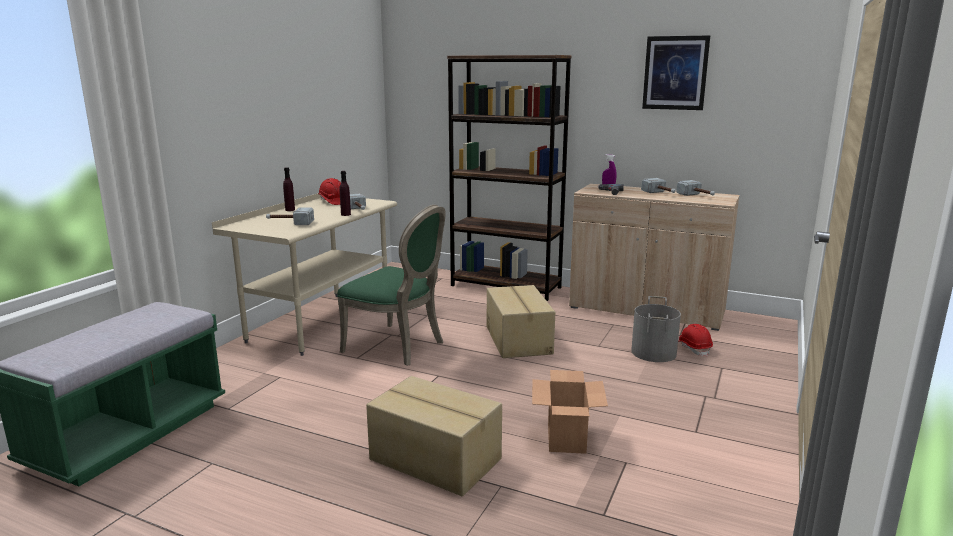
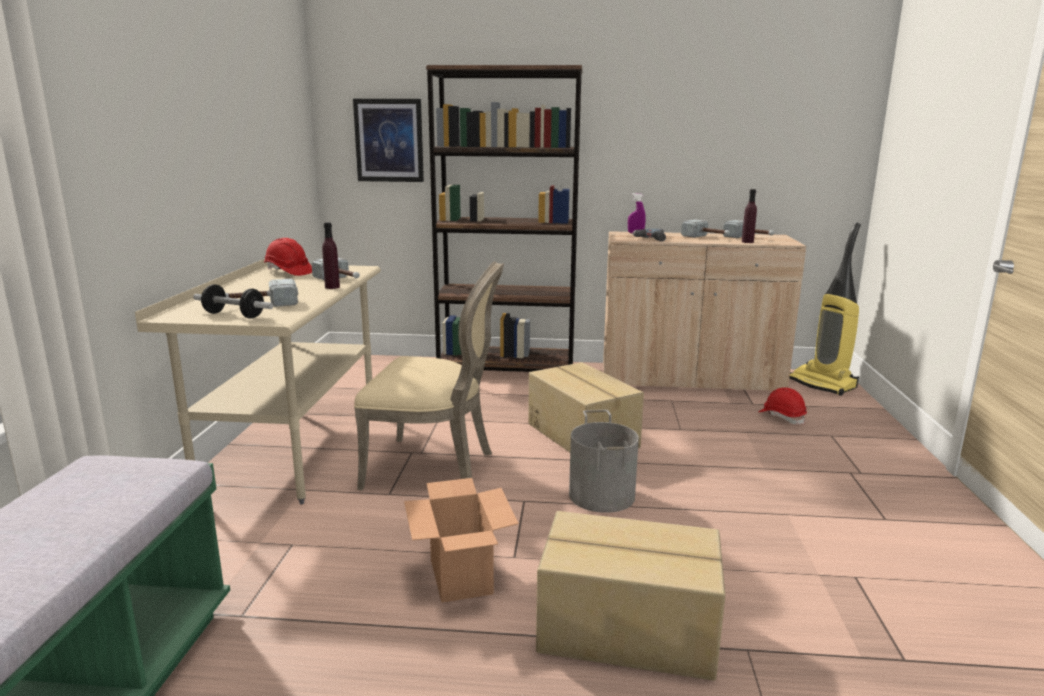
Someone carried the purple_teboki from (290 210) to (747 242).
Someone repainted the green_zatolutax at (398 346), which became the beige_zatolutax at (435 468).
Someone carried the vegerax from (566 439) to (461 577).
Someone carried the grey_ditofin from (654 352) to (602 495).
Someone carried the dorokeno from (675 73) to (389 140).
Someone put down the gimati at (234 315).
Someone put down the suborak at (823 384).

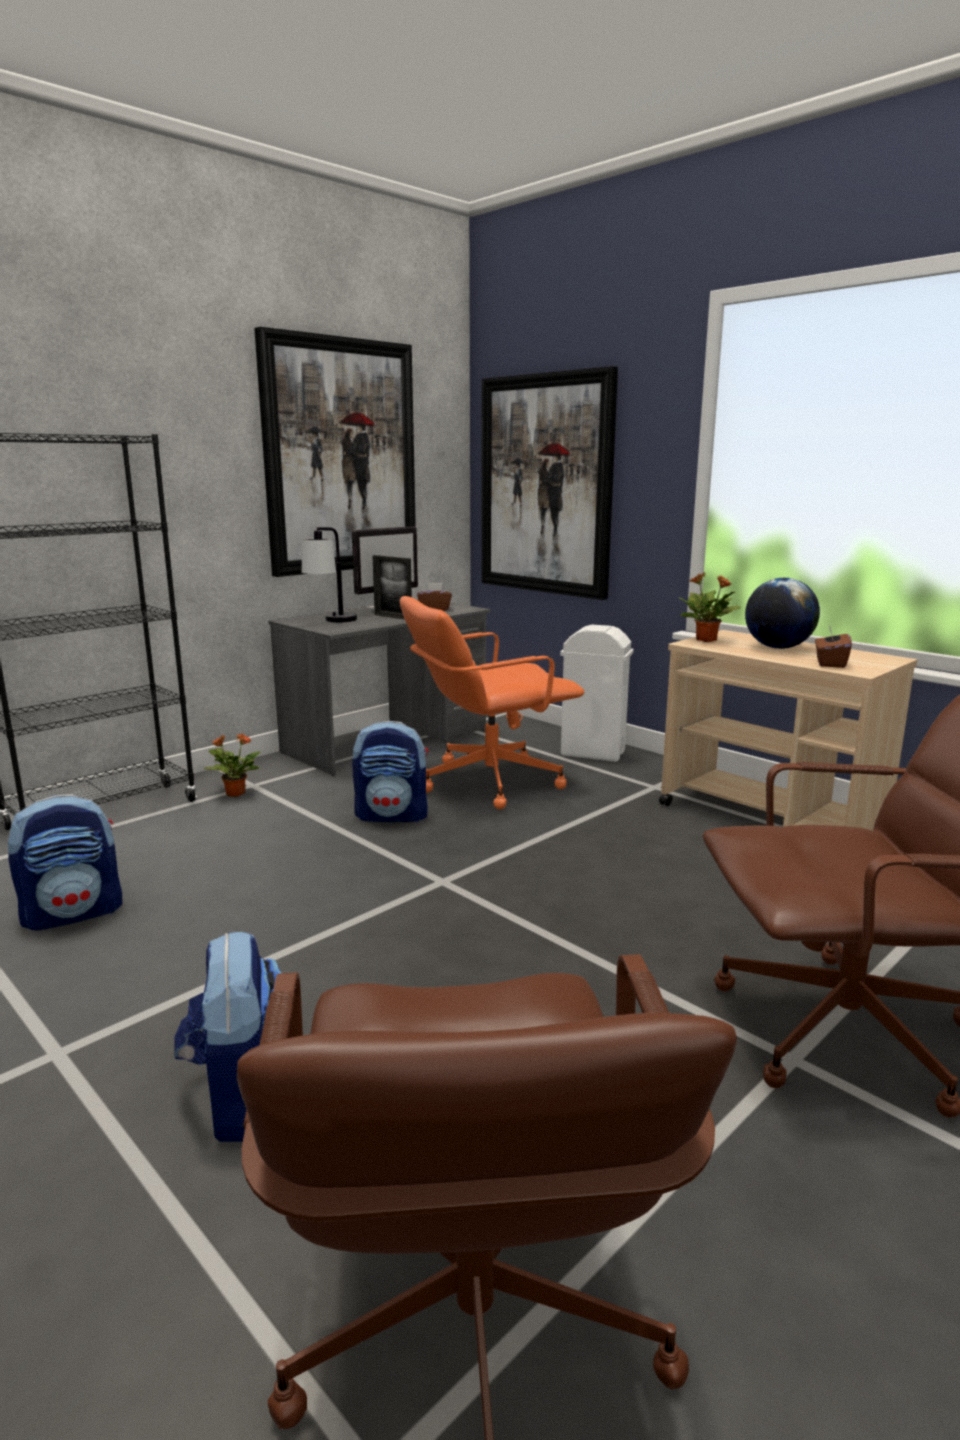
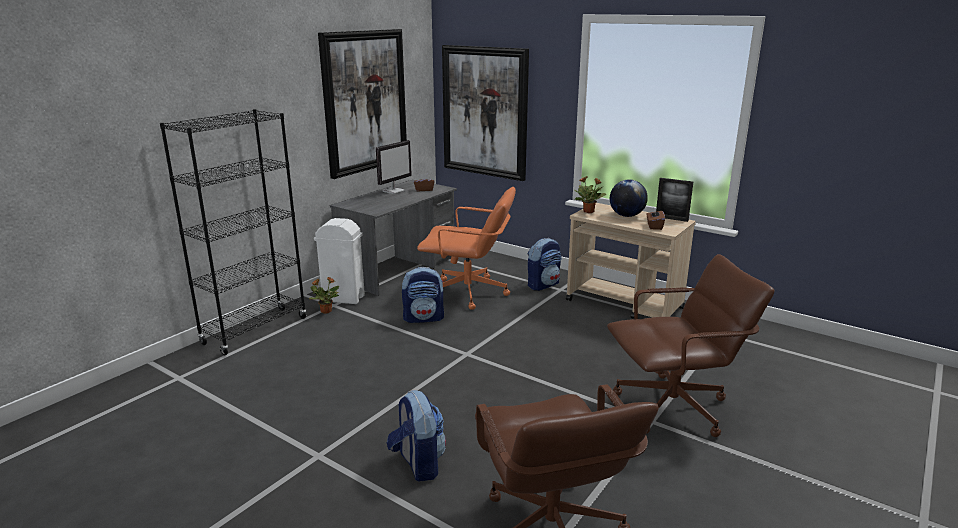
Someone carried the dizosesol from (74 913) to (543 285).
Someone took away the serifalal at (332 622).
Someone carried the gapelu from (393 617) to (671 218).
Someone rotated the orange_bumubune at (488 782) by 135 degrees counterclockwise.
Someone carried the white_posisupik from (592 753) to (343 298).

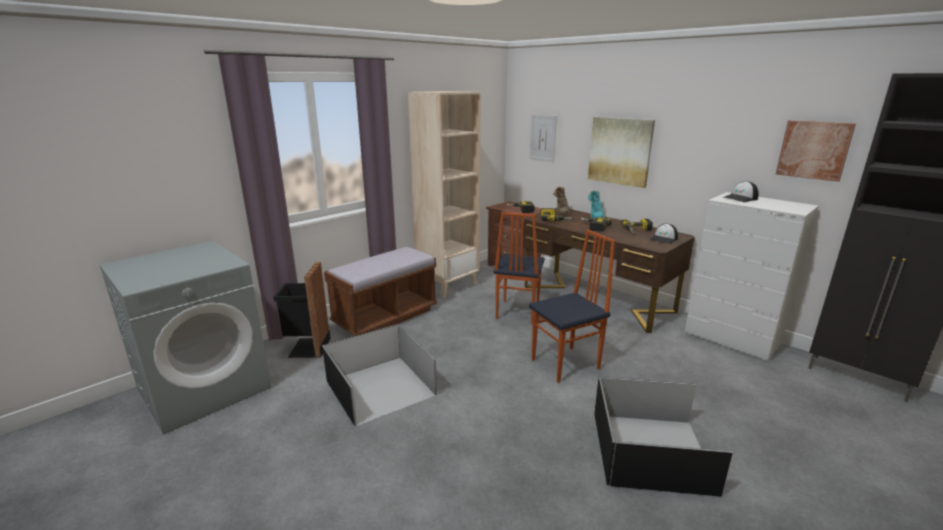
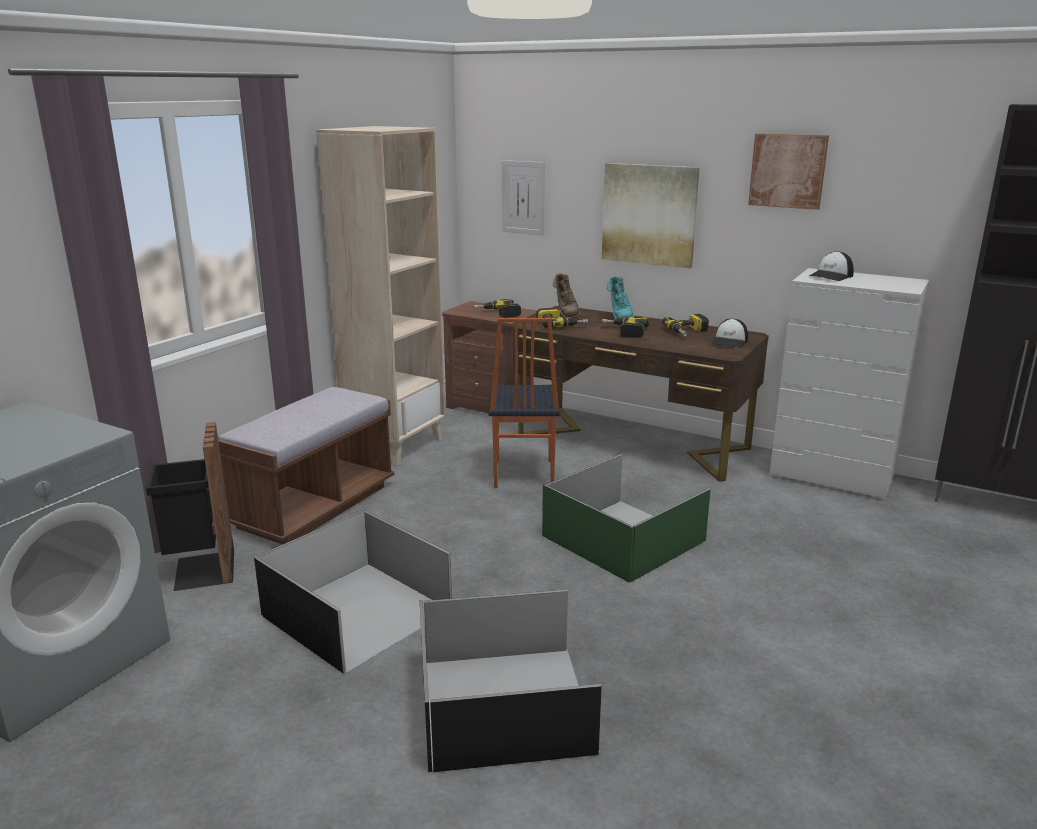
Someone swapped the zatolutax at (566 364) for the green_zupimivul at (625 539).
Someone carried the black_zupimivul from (651 452) to (505 707).
Someone carried the dorokeno from (814 150) to (788 171).

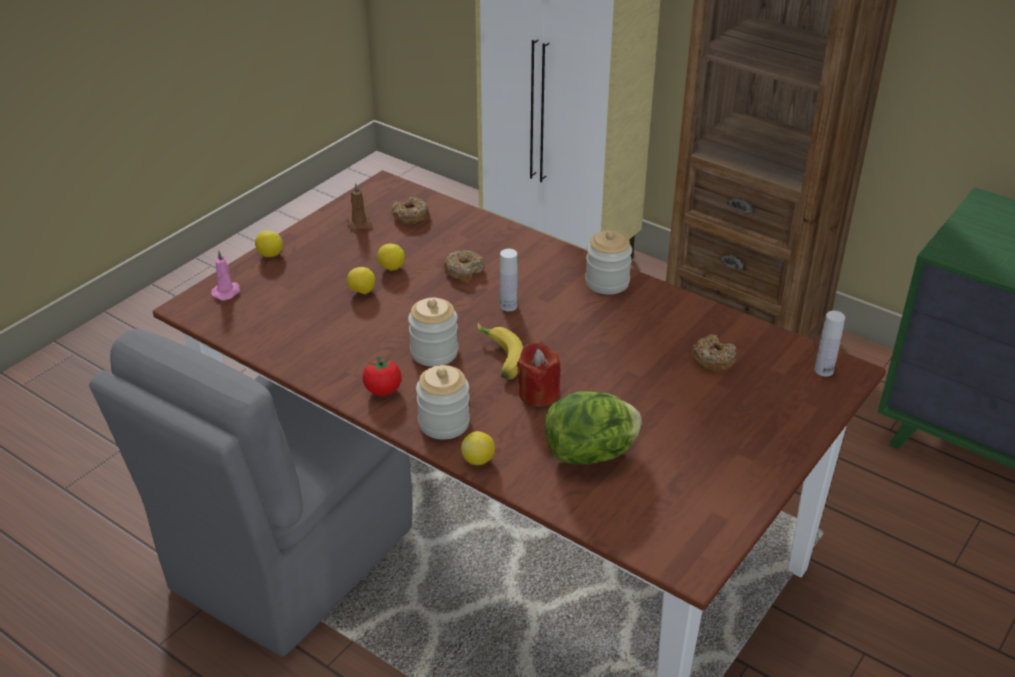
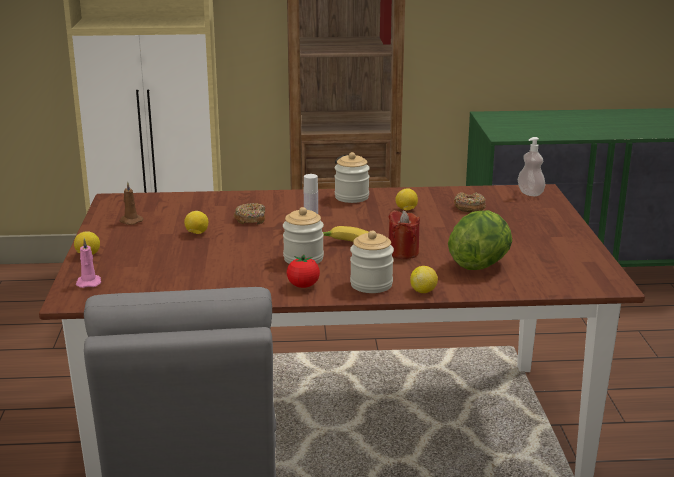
Someone carried the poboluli from (361 292) to (406 210).
Someone took away the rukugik at (410 217).
Someone swapped the white_teboki at (824 370) for the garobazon at (530 193).

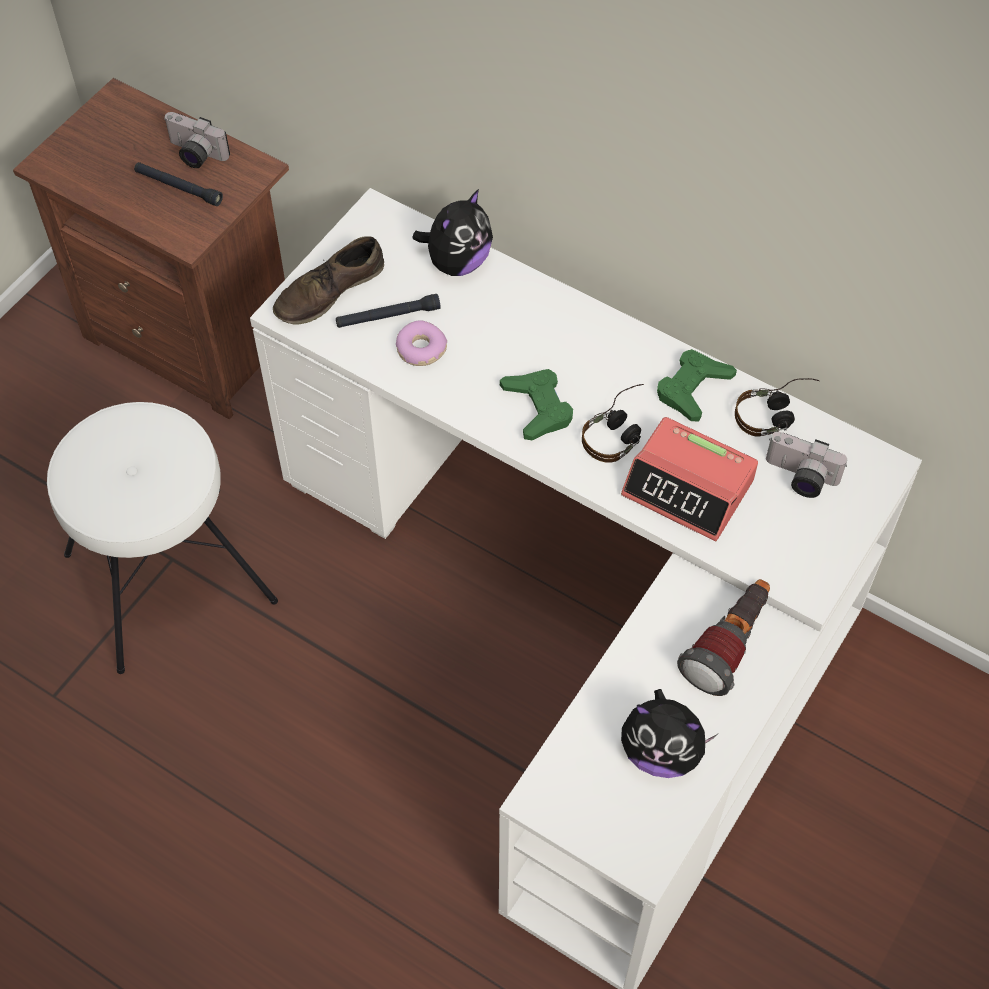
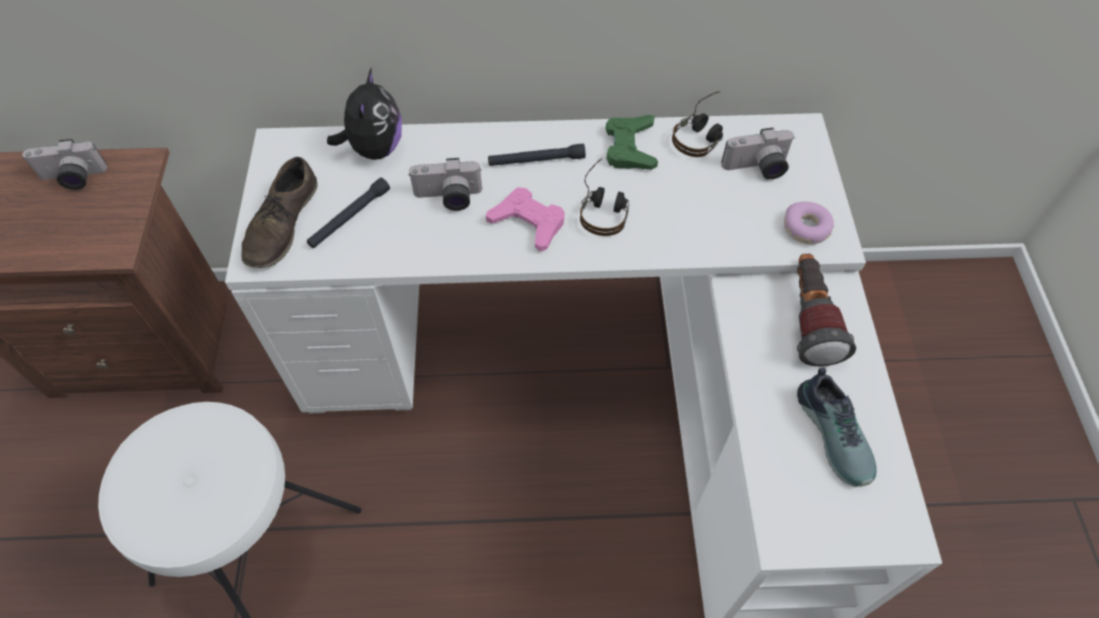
Someone carried the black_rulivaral from (178 188) to (536 161).
Someone carried the rukugik from (420 349) to (806 228).
Someone repainted the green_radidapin at (538 407), which became the pink_radidapin at (528 222).
Someone took away the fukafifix at (688 488).
Someone swapped the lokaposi at (661 751) for the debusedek at (836 433).
Someone put down the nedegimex at (448 198).

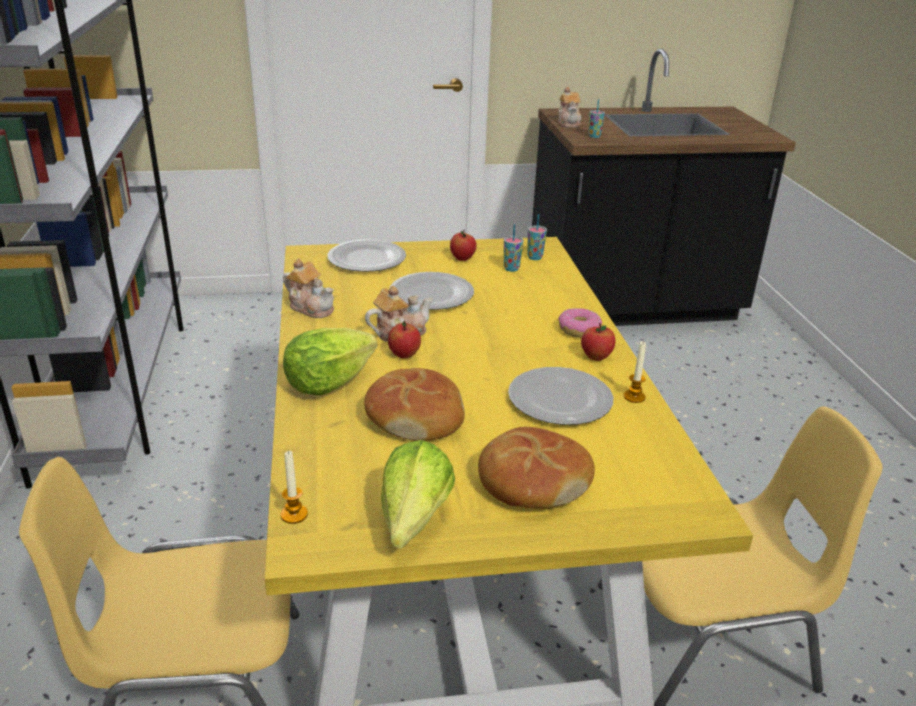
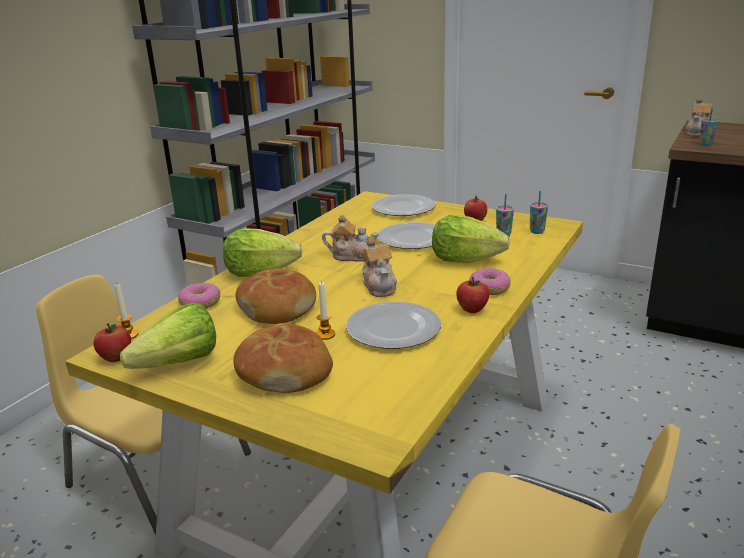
Someone carried the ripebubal from (311 307) to (380 286).
Someone carried the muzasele from (404 354) to (116 358).
Someone carried the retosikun from (634 397) to (325 334).
Someone put down the rukugik at (200 303).
Someone put down the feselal at (465 260).

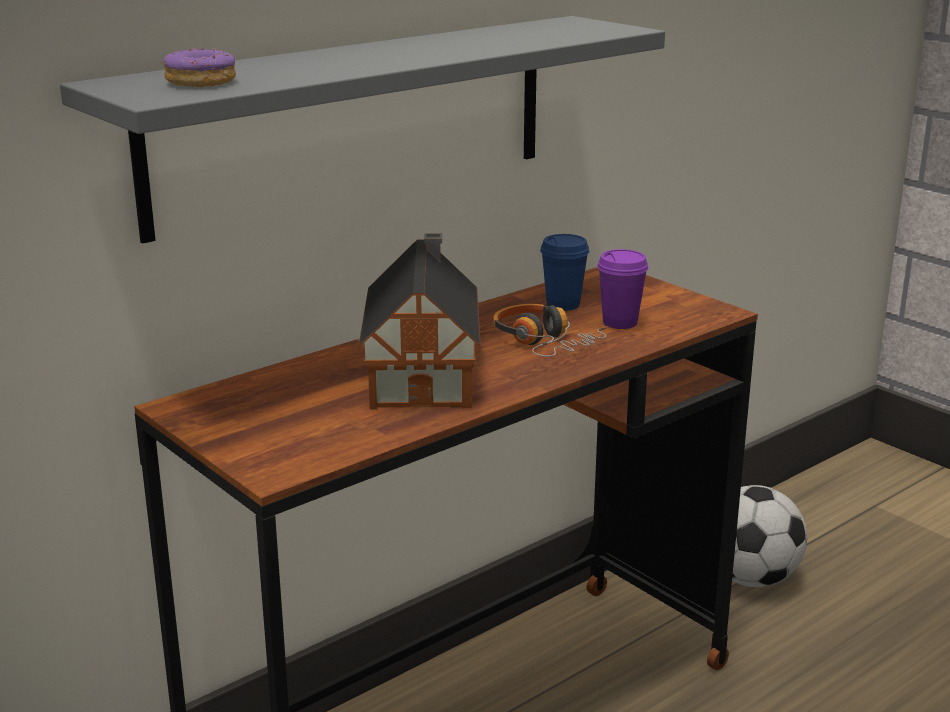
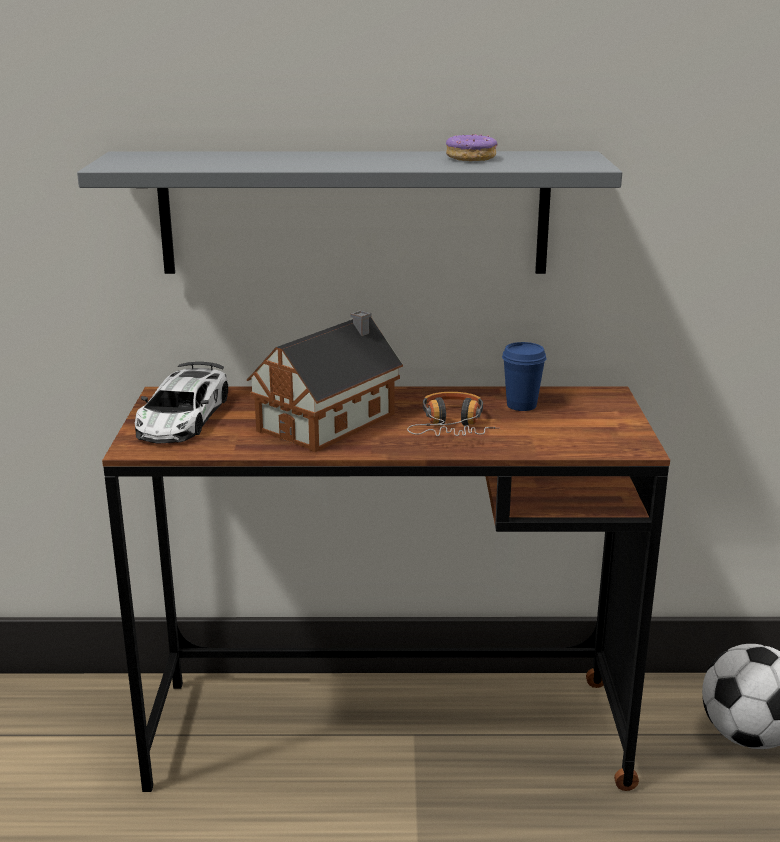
Someone carried the rukugik from (201 82) to (471 158).
Someone took away the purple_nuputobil at (620 322).
Someone put down the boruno at (183 417).

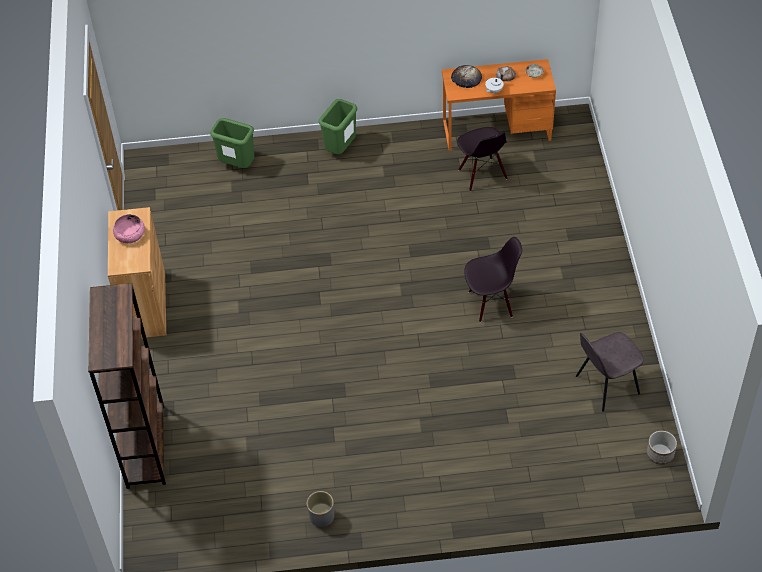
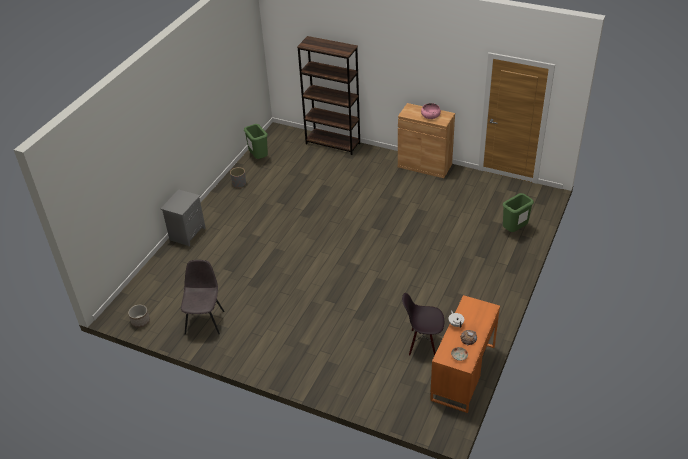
Someone carried the green_posisupik from (341 149) to (258 158).
Someone took away the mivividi at (466 78).
Someone took away the black_zatolutax at (490 303).
Someone put down the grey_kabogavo at (187 233).

